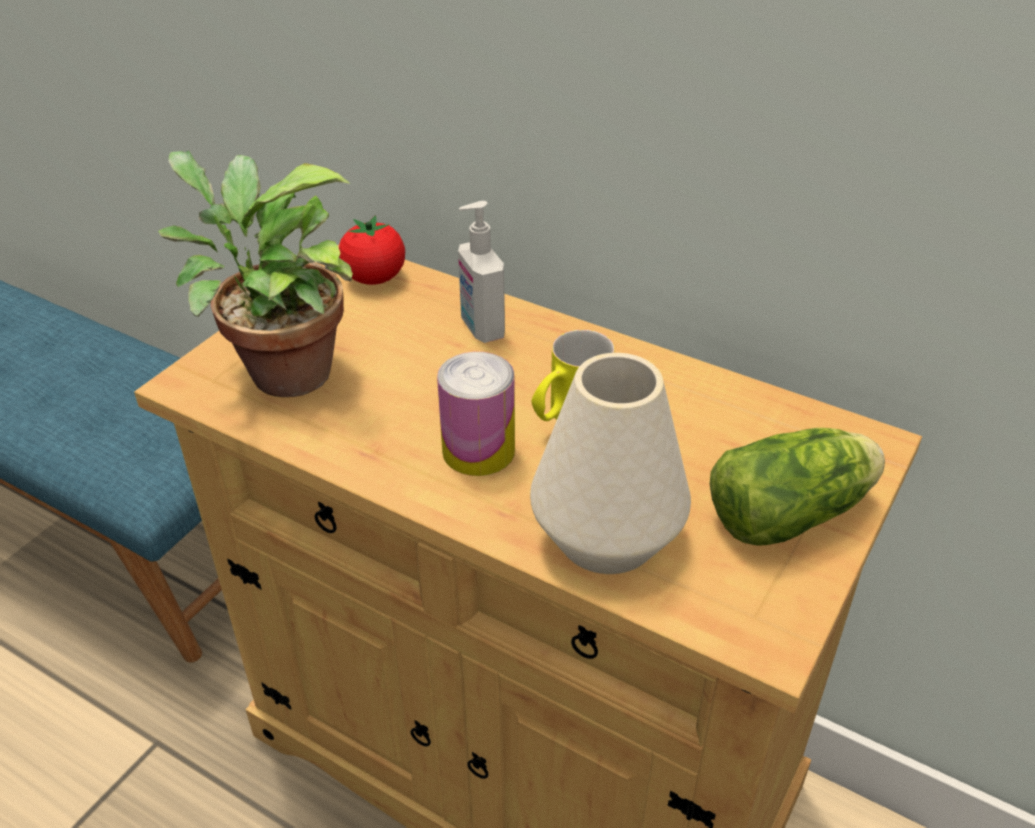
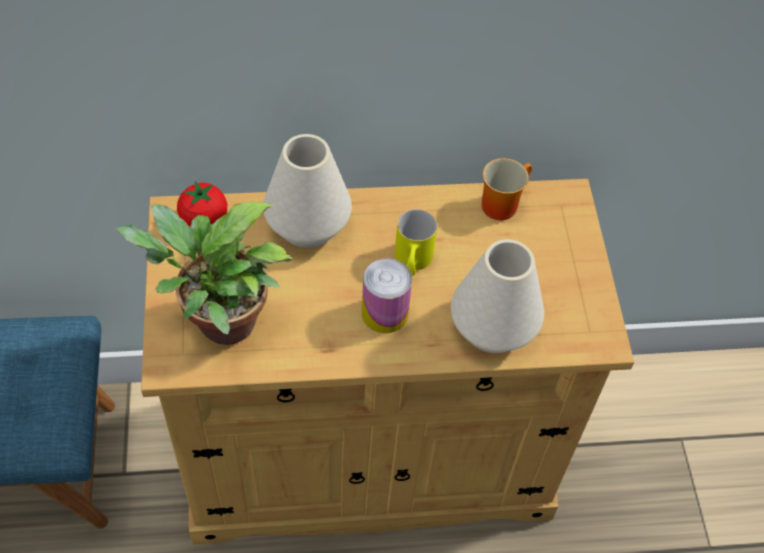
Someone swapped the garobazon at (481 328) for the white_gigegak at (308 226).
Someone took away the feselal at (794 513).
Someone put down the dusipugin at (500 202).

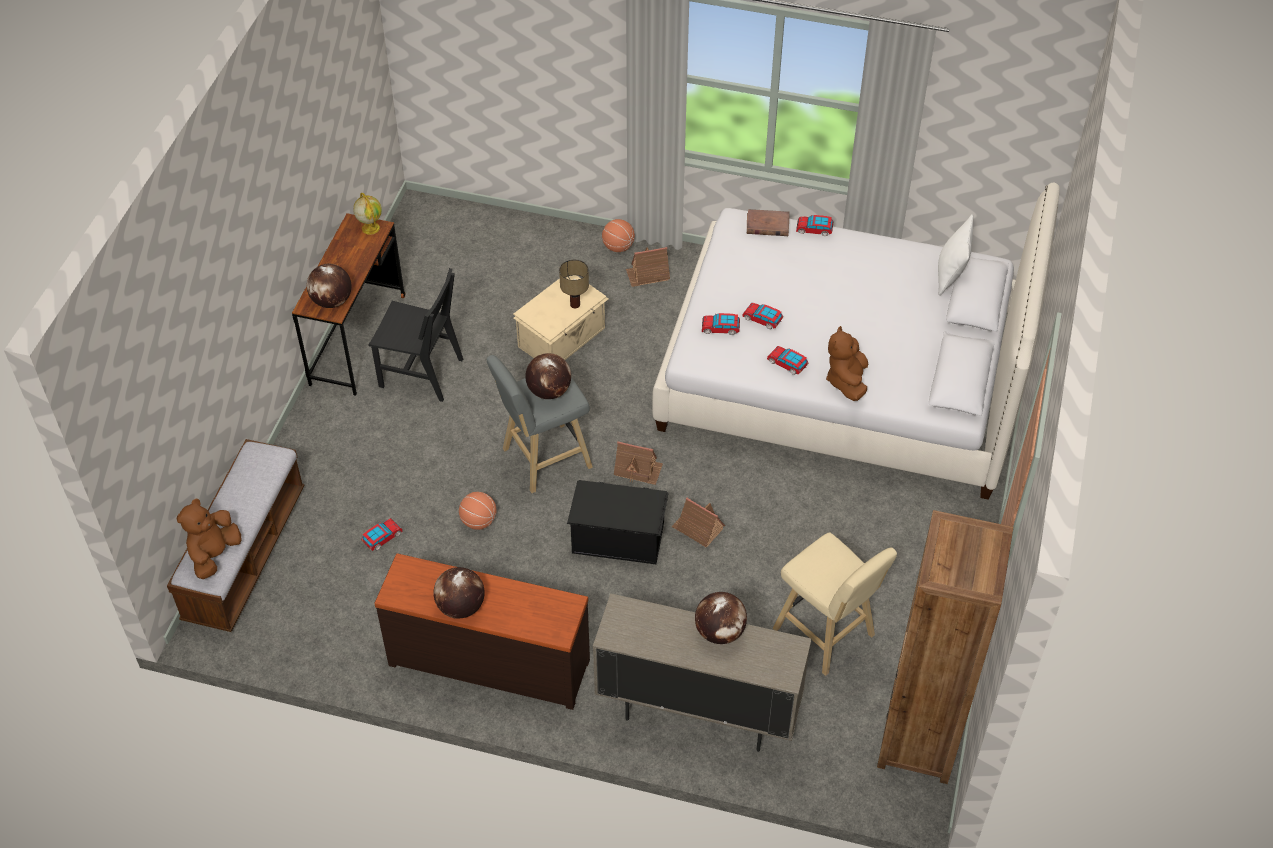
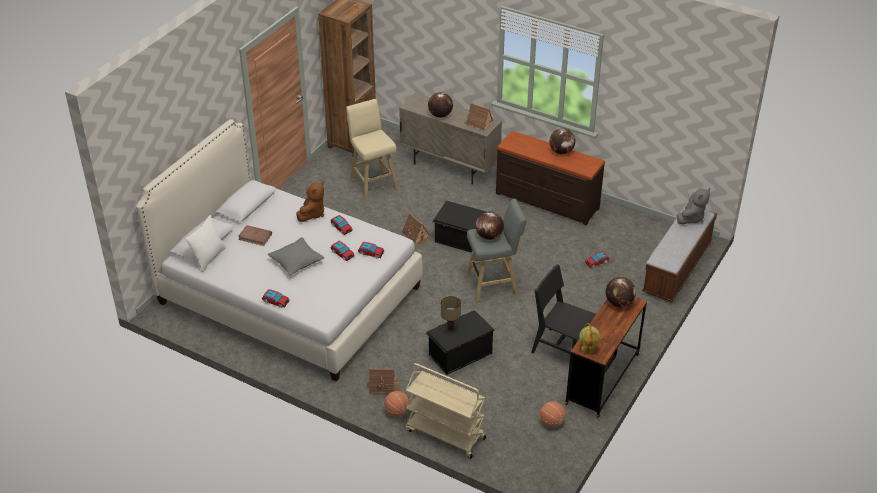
Someone repainted the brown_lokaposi at (214 555), which became the grey_lokaposi at (691 218).
Someone carried the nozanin from (478 521) to (552 422).
Someone repainted the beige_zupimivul at (563 337), which became the black_zupimivul at (459 353).
Someone carried the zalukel from (638 469) to (478 123).
Someone carried the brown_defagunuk from (767 225) to (255 237).
Someone put down the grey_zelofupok at (296 261).
Someone put down the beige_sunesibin at (444 434).

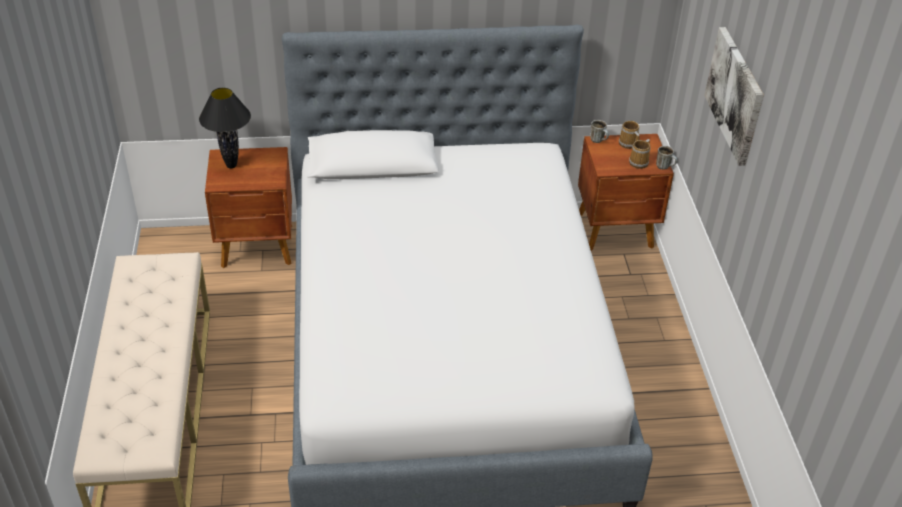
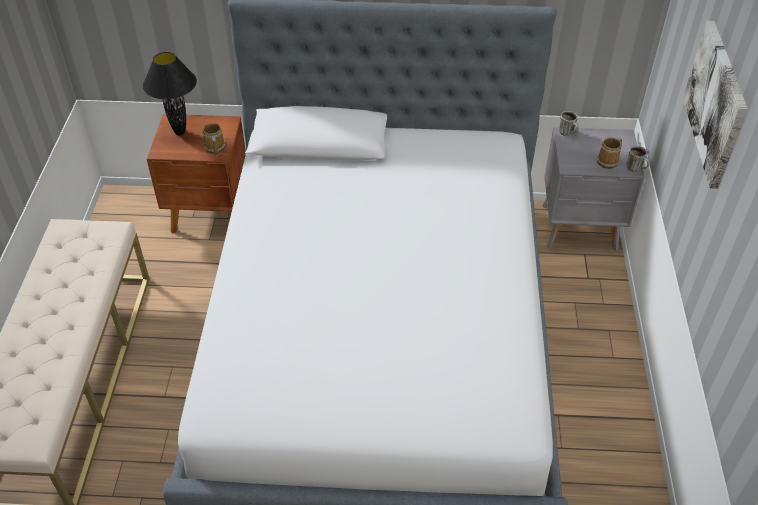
Someone repainted the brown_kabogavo at (616 231), which became the grey_kabogavo at (580 228).
Someone carried the dusipugin from (628 144) to (214 148).

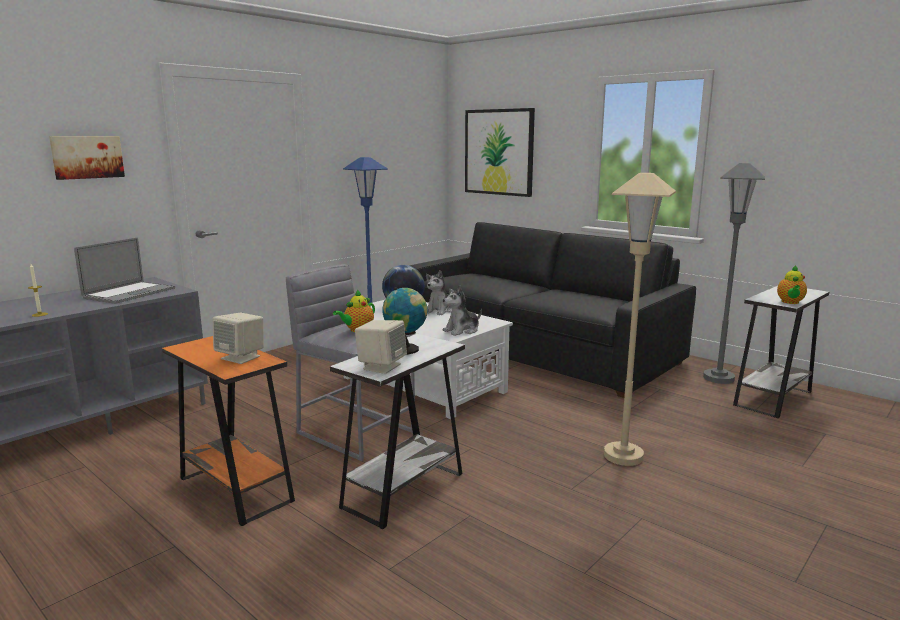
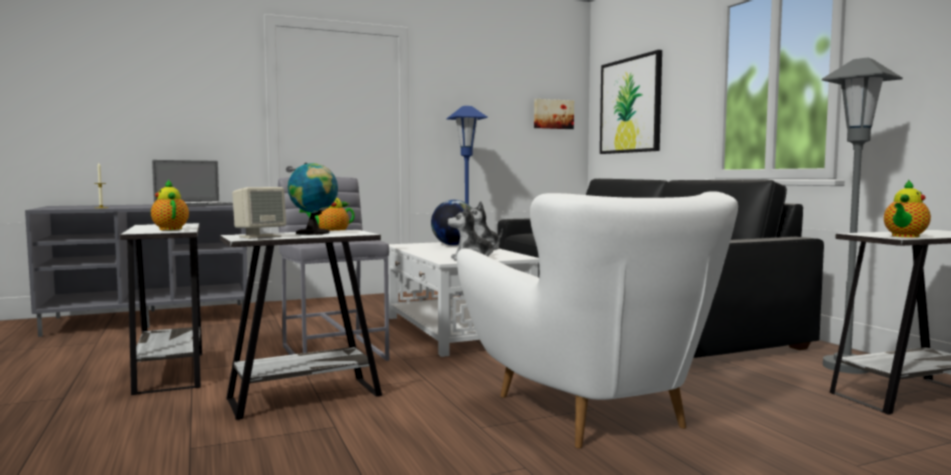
Someone carried the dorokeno from (87 157) to (553 114).
Someone repainted the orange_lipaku at (236 489), which became the white_lipaku at (170 372).
Someone swapped the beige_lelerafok at (241 357) for the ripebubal at (170 229).
Someone swapped the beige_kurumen at (623 456) for the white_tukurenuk at (591 412).

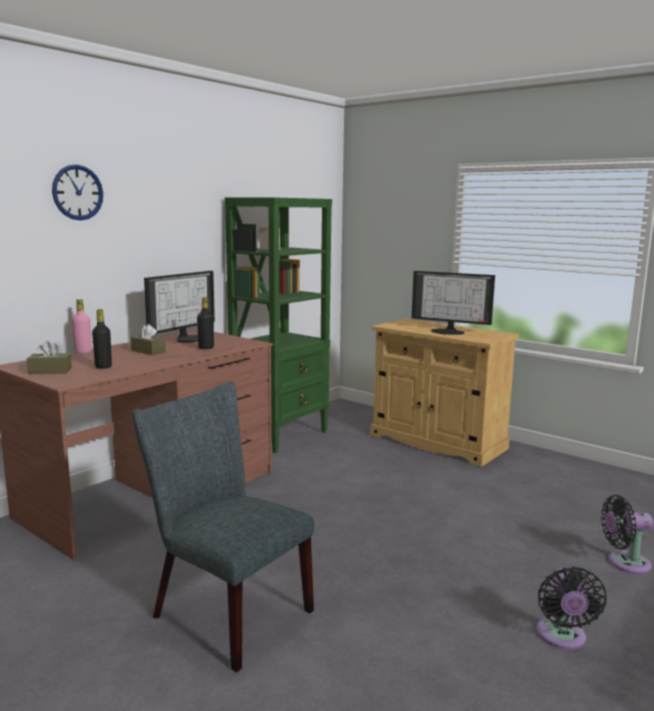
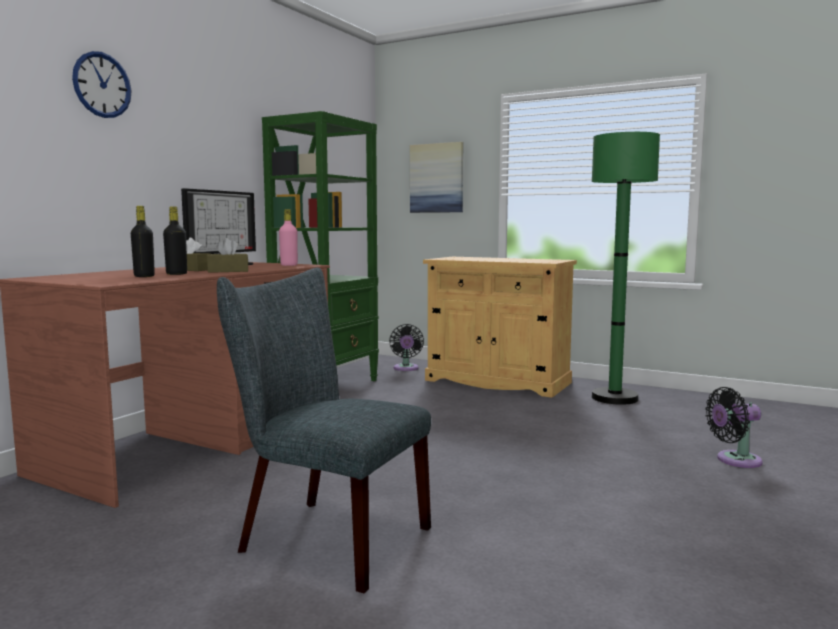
Someone carried the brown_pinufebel from (50 371) to (227 271).
Someone carried the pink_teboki from (83 352) to (289 265).
Someone carried the black_teboki from (206 348) to (176 274).
Someone took away the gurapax at (448 331).
Someone carried the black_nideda from (562 637) to (406 368).
Someone put up the dorokeno at (437 178).
Someone put down the green_kurumen at (614 398).

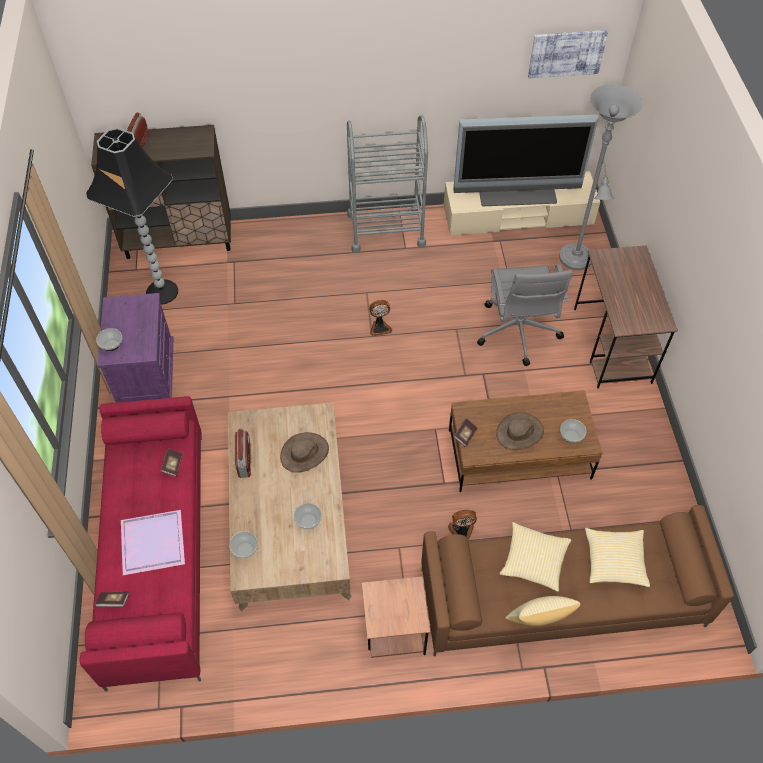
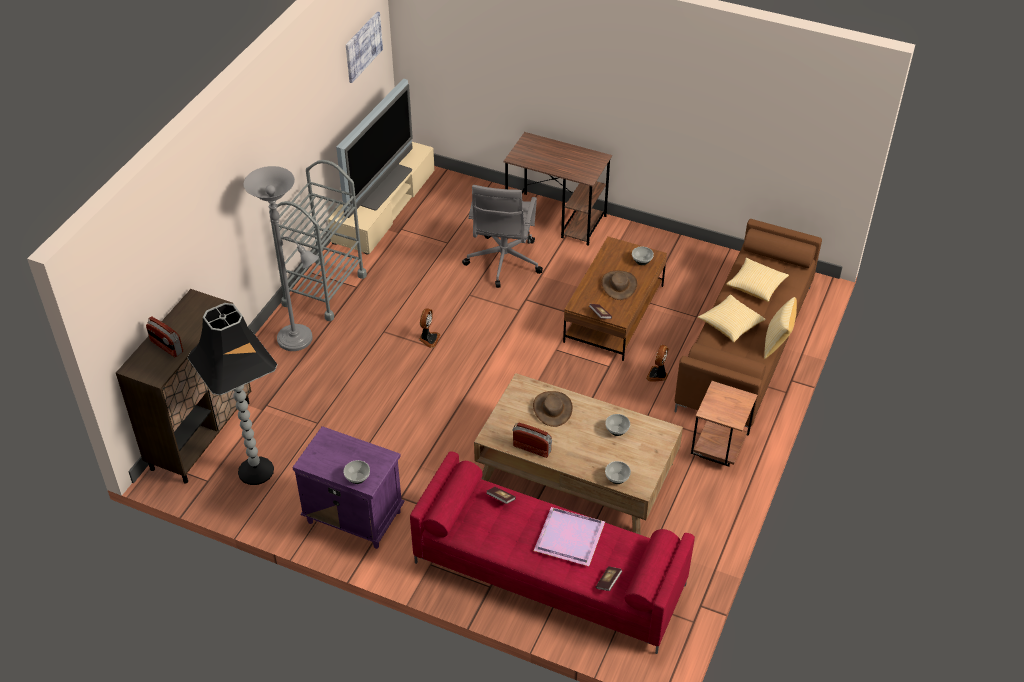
Someone rotated the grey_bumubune at (518 333) by 75 degrees clockwise.
Someone carried the grey_kurumen from (576 261) to (299 340).

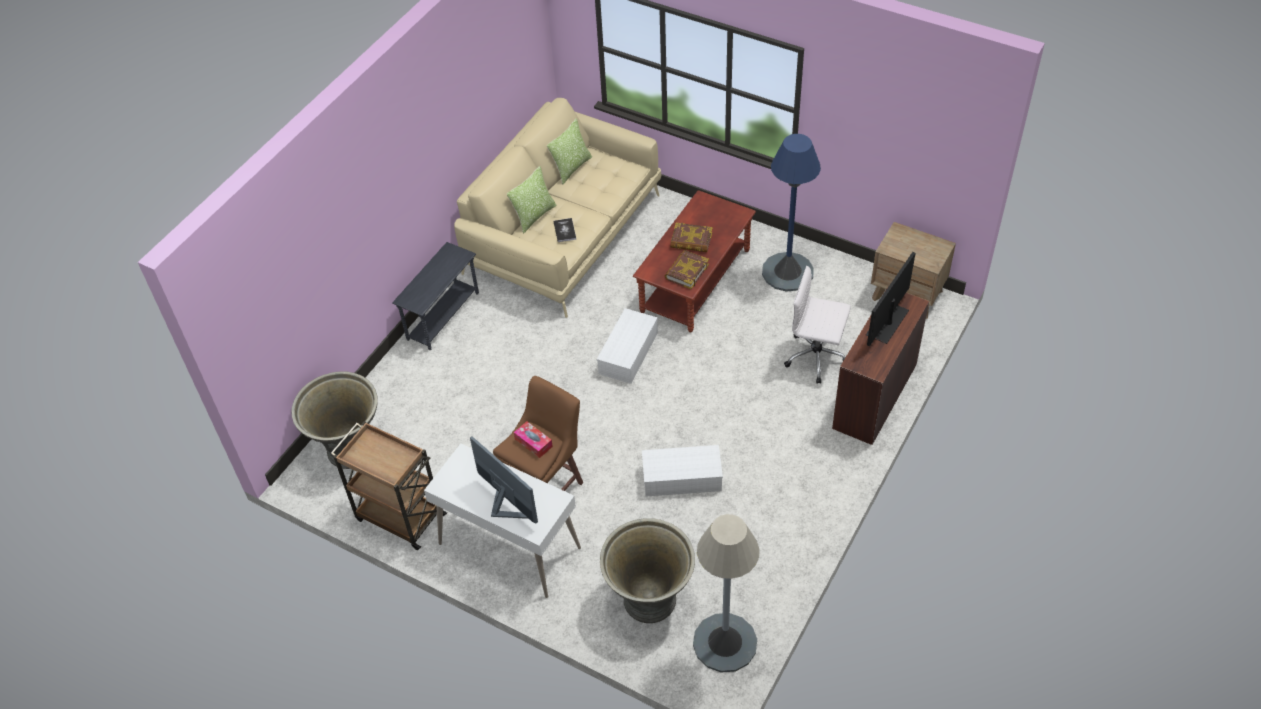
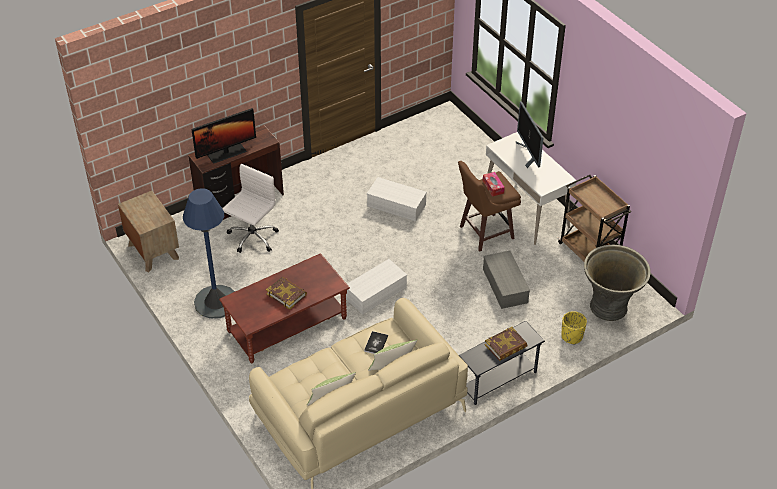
Someone took away the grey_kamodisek at (649 601).
Someone carried the defagunuk from (686 271) to (506 346).
Someone took away the grey_kurumen at (725 643).
Someone rotated the white_bumubune at (817 357) by 105 degrees counterclockwise.
Someone put down the grey_zupimivul at (506 286).
Someone put down the yellow_kamodisek at (572 336).

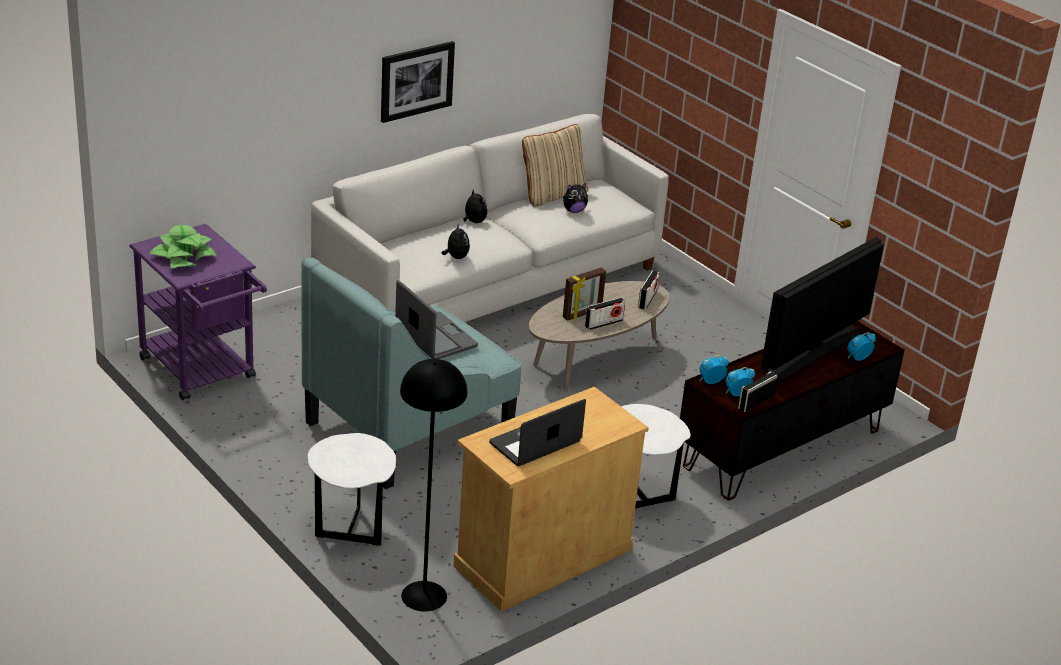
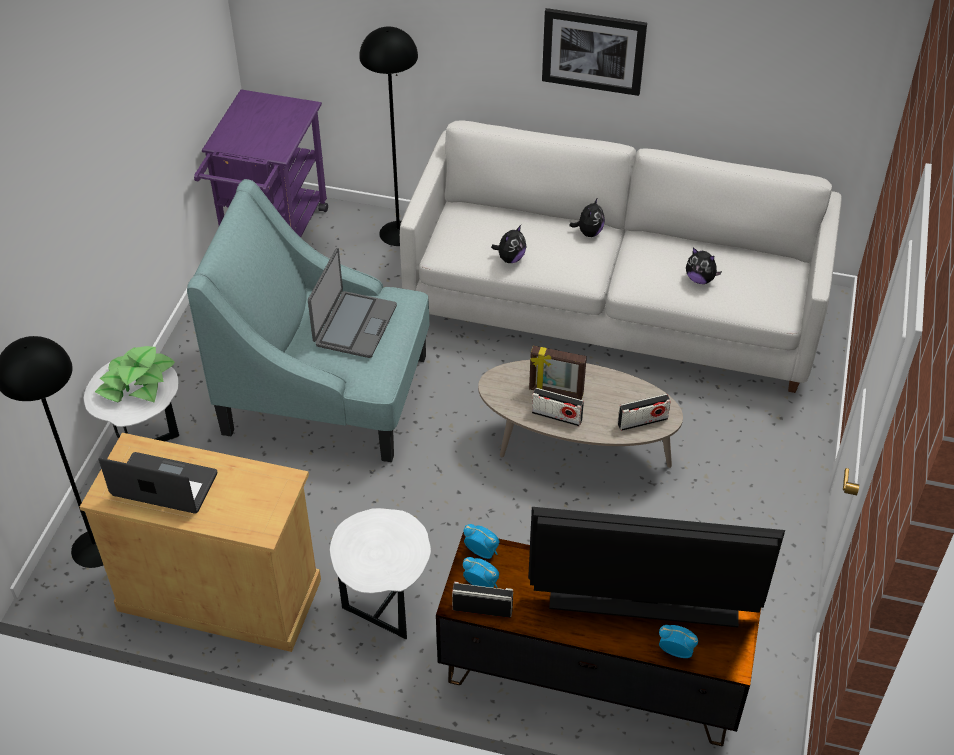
Someone carried the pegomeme from (183 257) to (136 382).
Someone took away the beige_zelofupok at (552 195).
Someone put down the black_kurumen at (399 233).

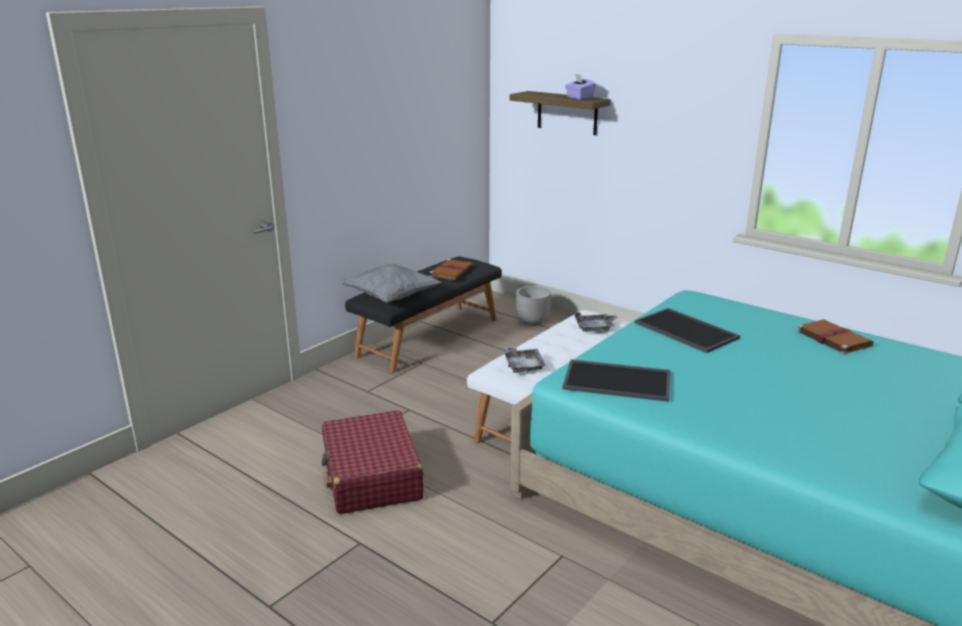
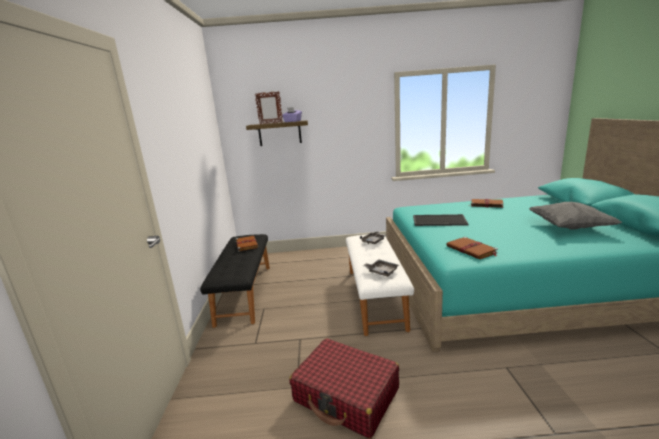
Someone carried the grey_zelofupok from (392 298) to (569 227).
Someone took away the kamodisek at (532 322).
Someone swapped the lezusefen at (618 380) for the brown_defagunuk at (472 250).
Someone put down the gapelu at (270 123).

